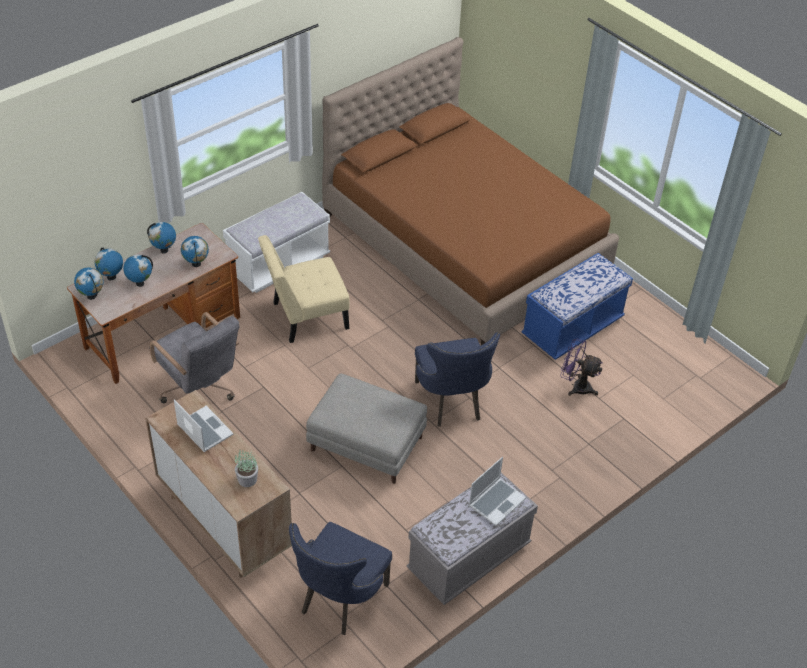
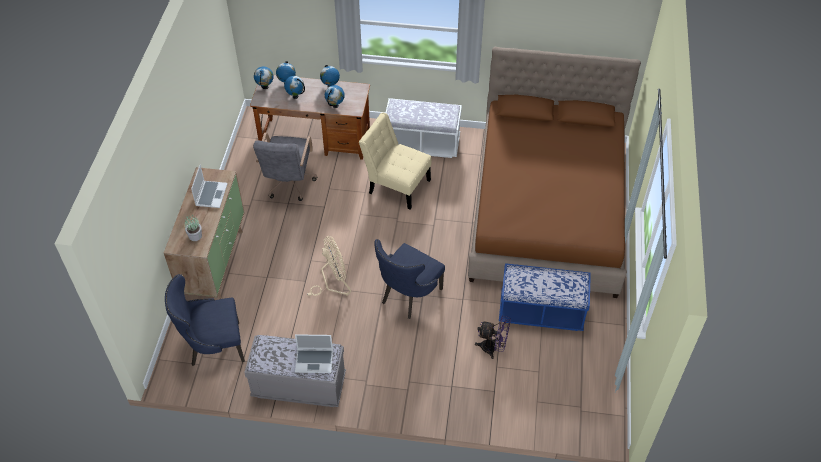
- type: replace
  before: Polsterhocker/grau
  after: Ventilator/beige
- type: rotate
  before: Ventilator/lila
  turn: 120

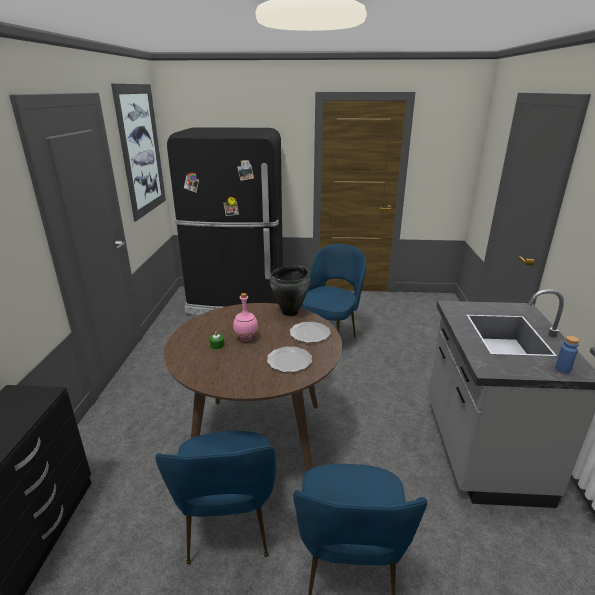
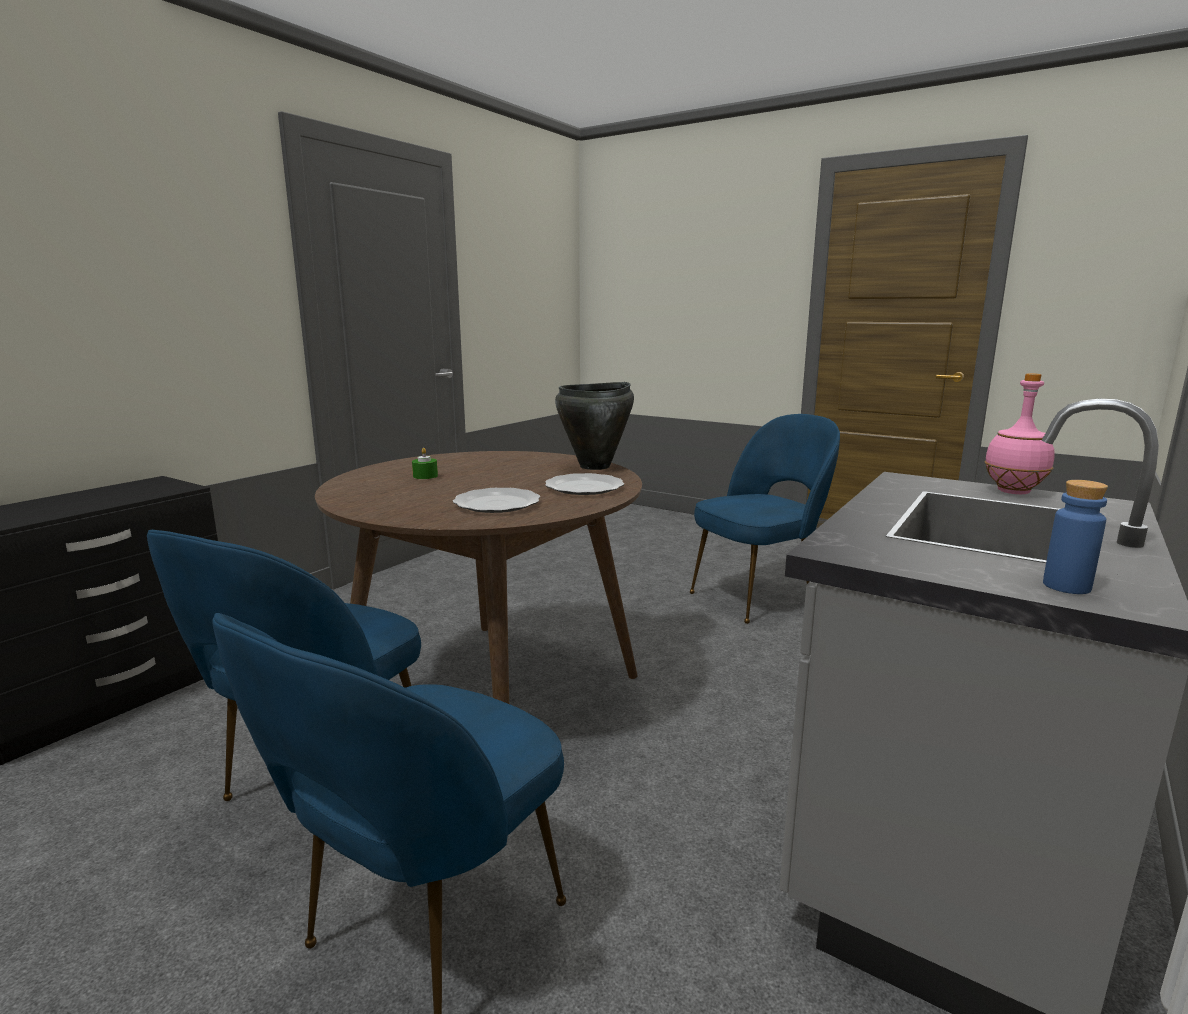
- type: delete
  before: Bild
- type: delete
  before: Kühlschrank/schwarz
- type: move
  before: Flasche/rosa

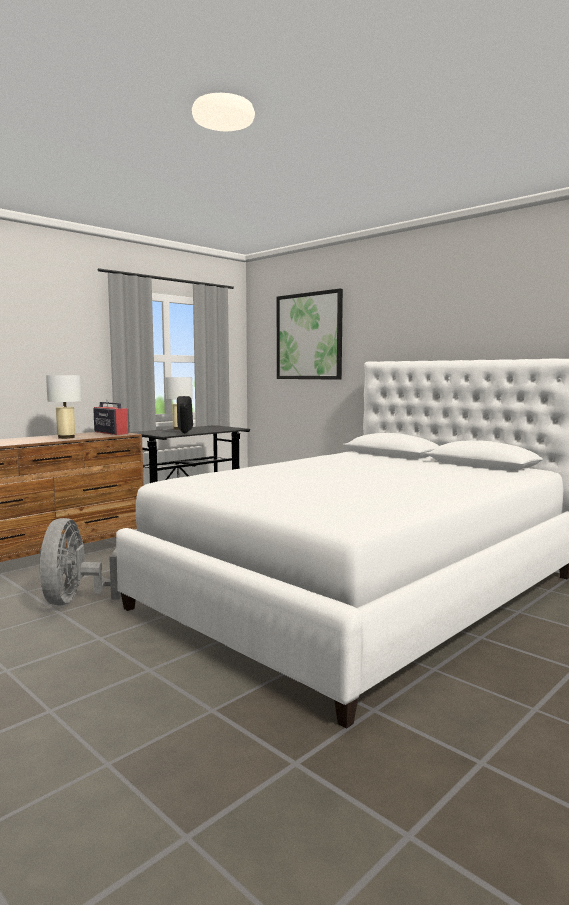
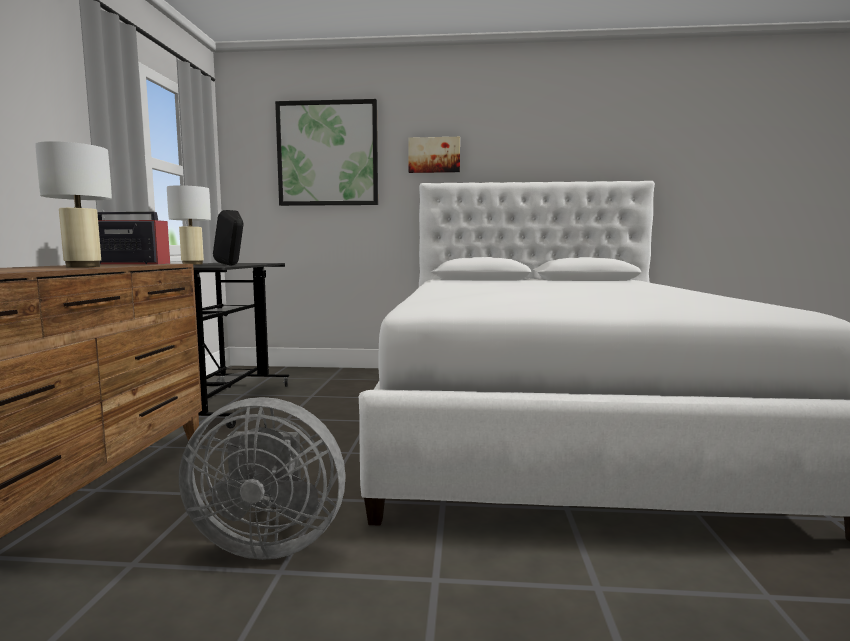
- type: insert
  after: Bild (2nd from left)
- type: rotate
  before: Ventilator/grau
  turn: -45

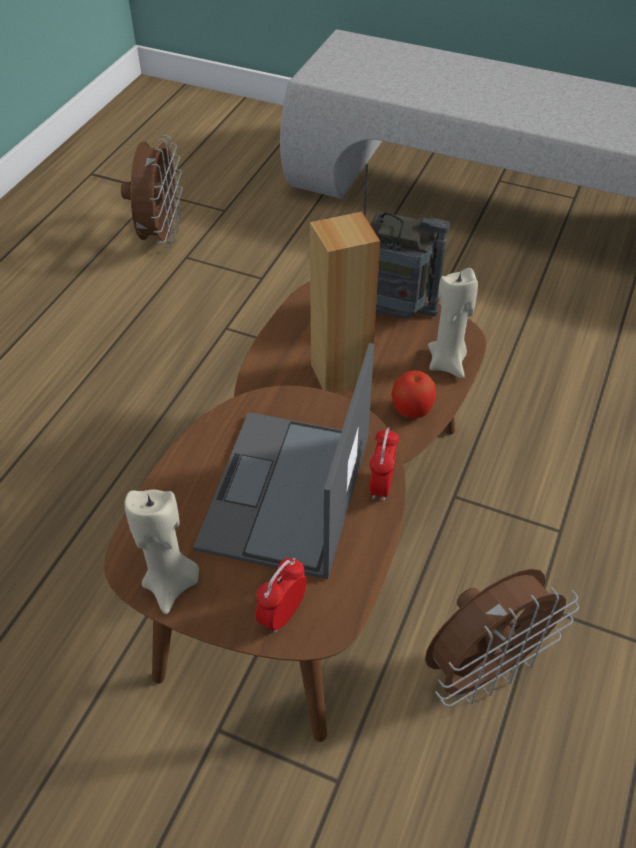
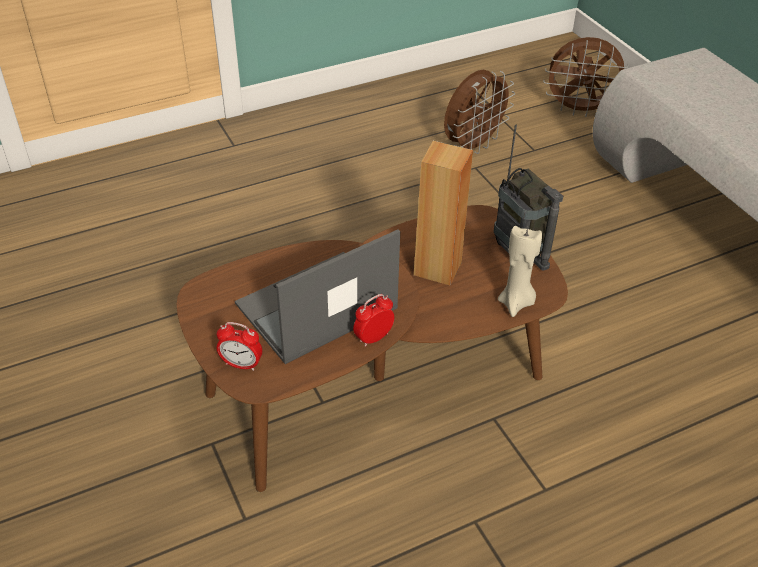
- type: delete
  before: Kerze/beige (1st from left)
- type: delete
  before: Apfel
- type: move
  before: Ventilator/braun (2nd from left)
- type: rotate
  before: Wecker (1st from left)
  turn: -150

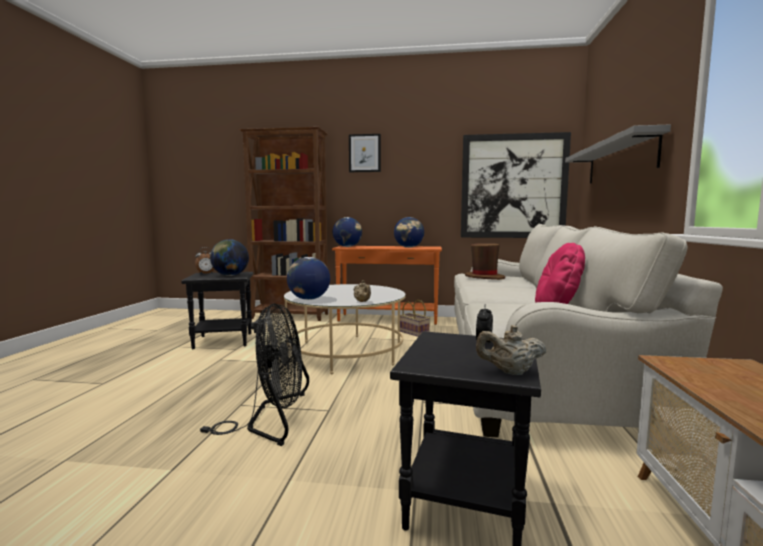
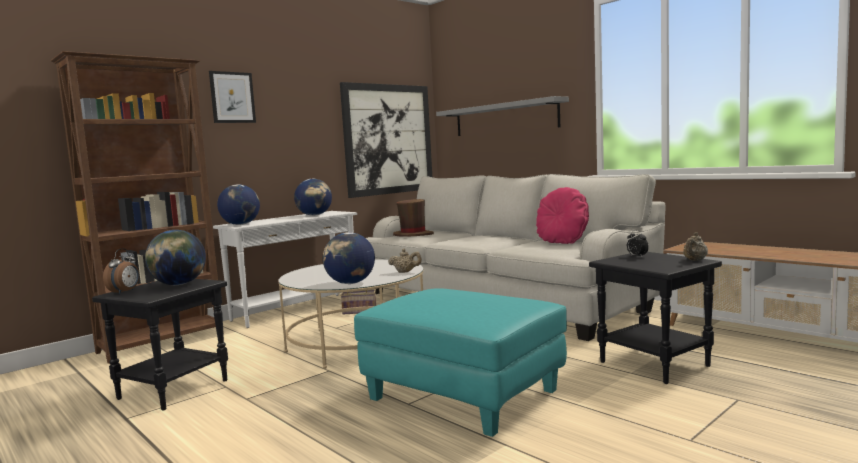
- type: replace
  before: Ventilator/schwarz
  after: Polsterhocker/türkis
- type: recolor
  before: Konsolentisch/orange
  after: Konsolentisch/weiß

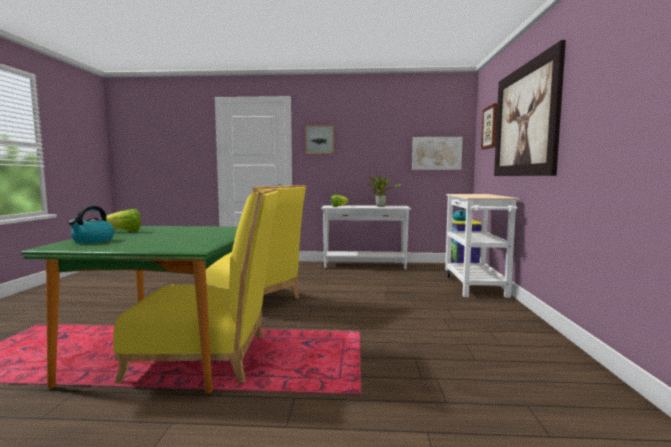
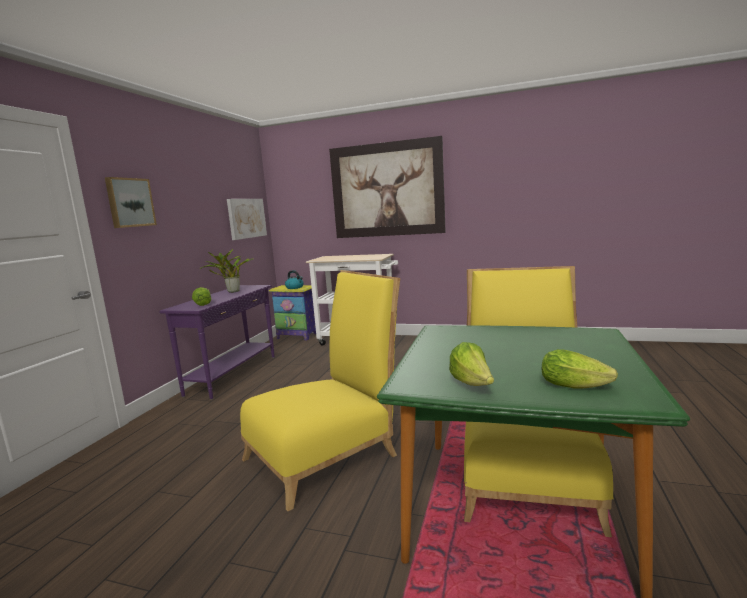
- type: delete
  before: Bild (3rd from left)
- type: replace
  before: Wasserkessel (1st from left)
  after: Salatkopf (3rd from left)
- type: recolor
  before: Konsolentisch/weiß
  after: Konsolentisch/lila

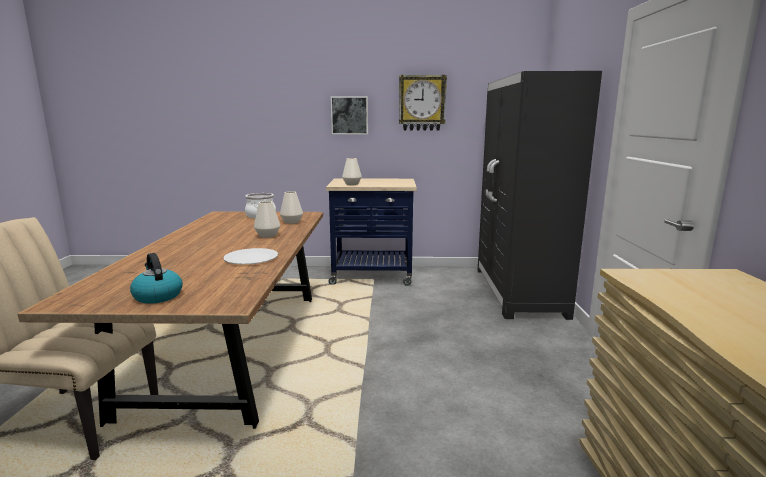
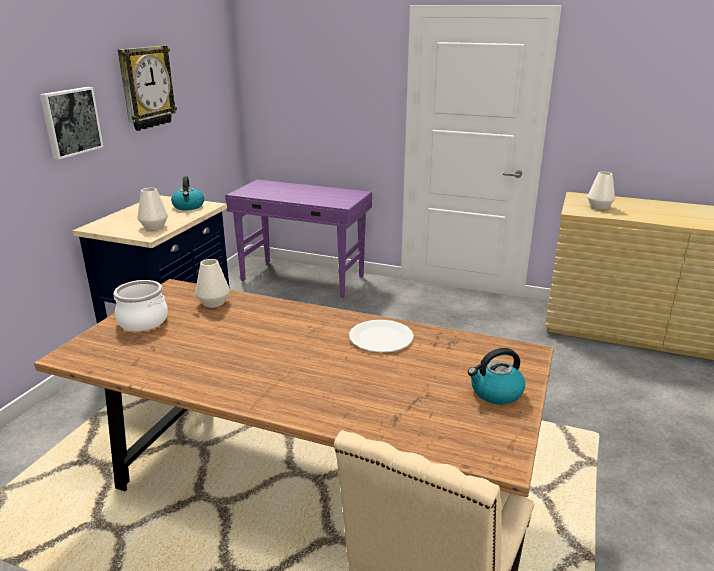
- type: insert
  after: Wasserkessel (1st from left)
- type: move
  before: Vase/weiß (1st from left in the first image)
  after: Vase/weiß (3rd from left)
- type: replace
  before: Schrank/schwarz
  after: Konsolentisch/lila

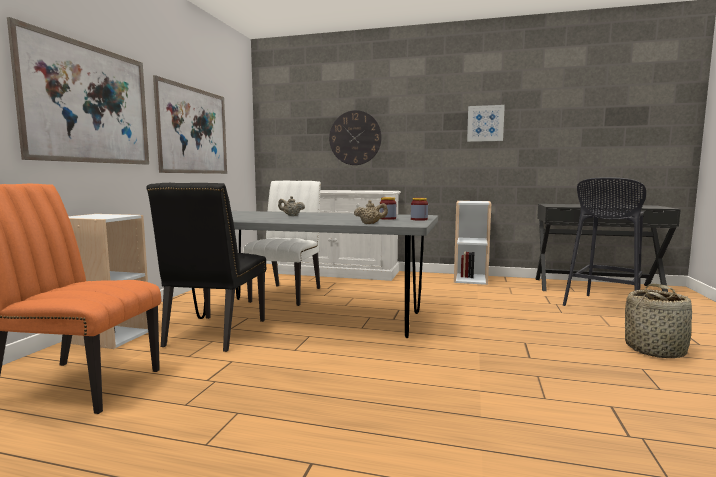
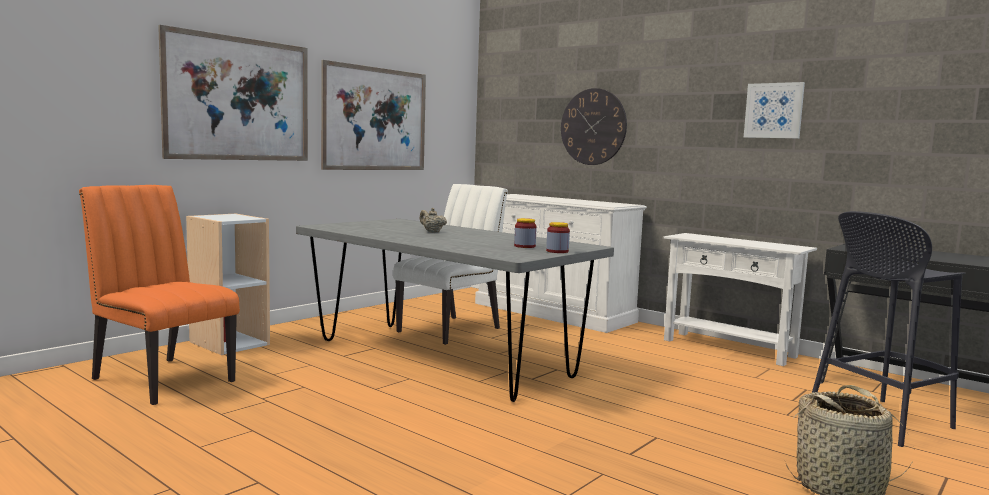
- type: delete
  before: Stuhl/schwarz
- type: delete
  before: Teekanne/beige (2nd from left)
- type: replace
  before: Bücherregal (2nd from left)
  after: Konsolentisch/weiß

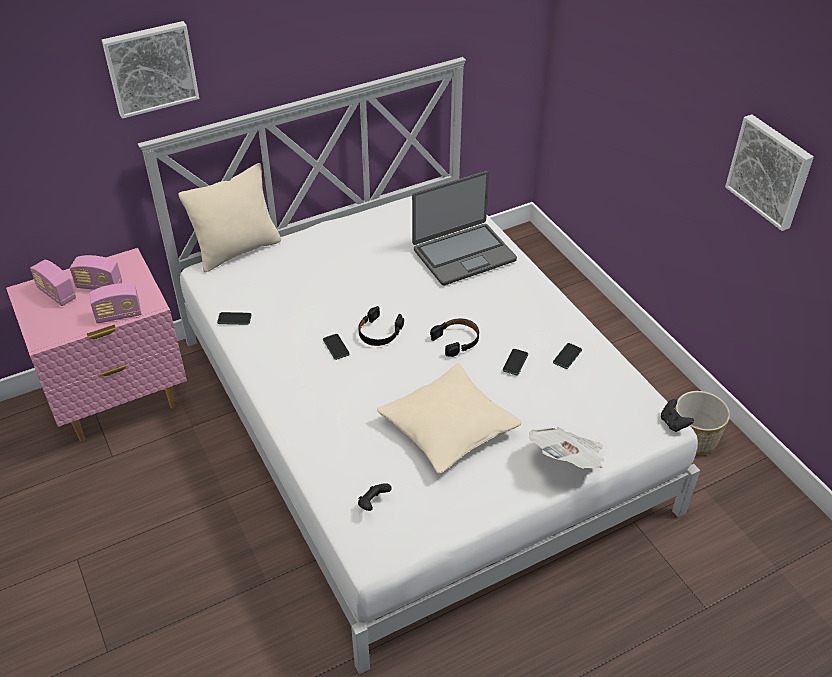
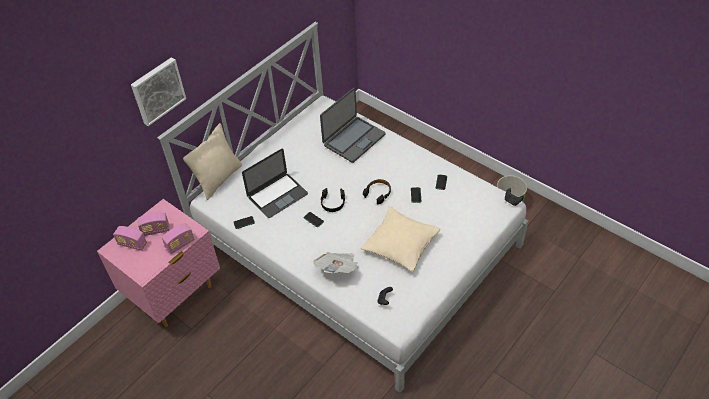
- type: delete
  before: Bild (2nd from left)
- type: insert
  after: Laptop (1st from left)
- type: move
  before: Zeitung

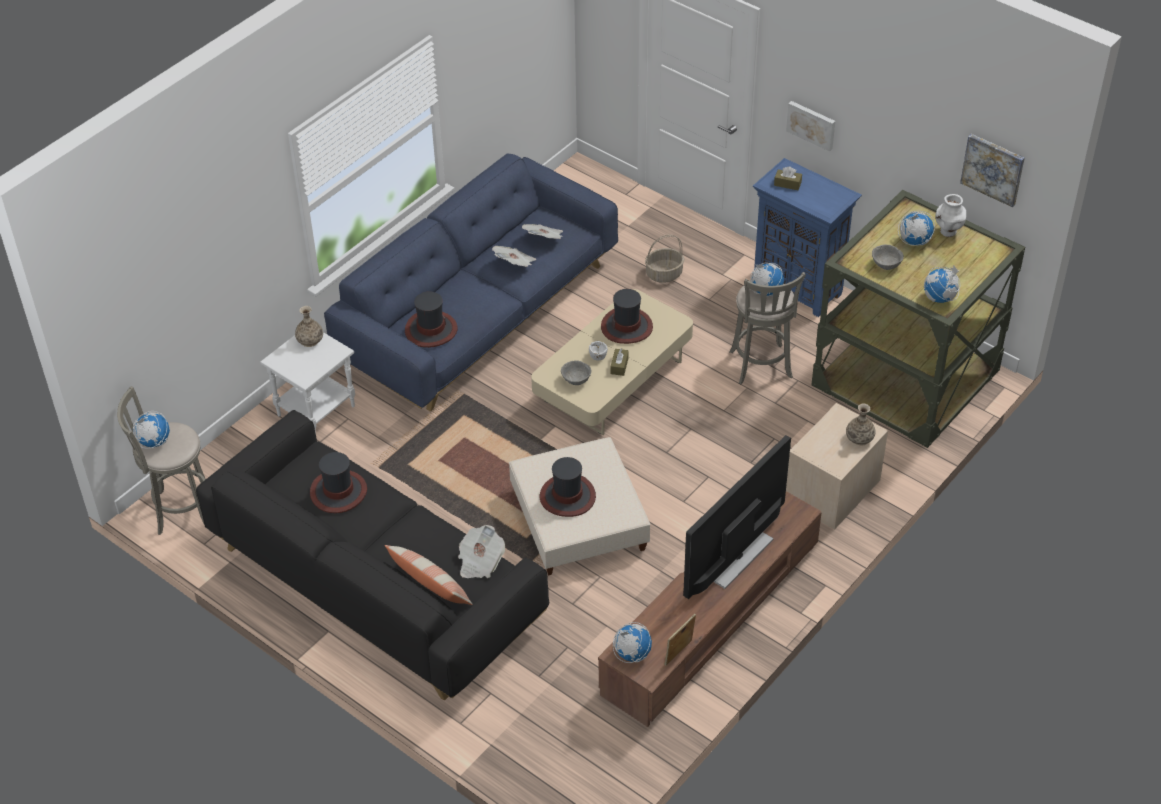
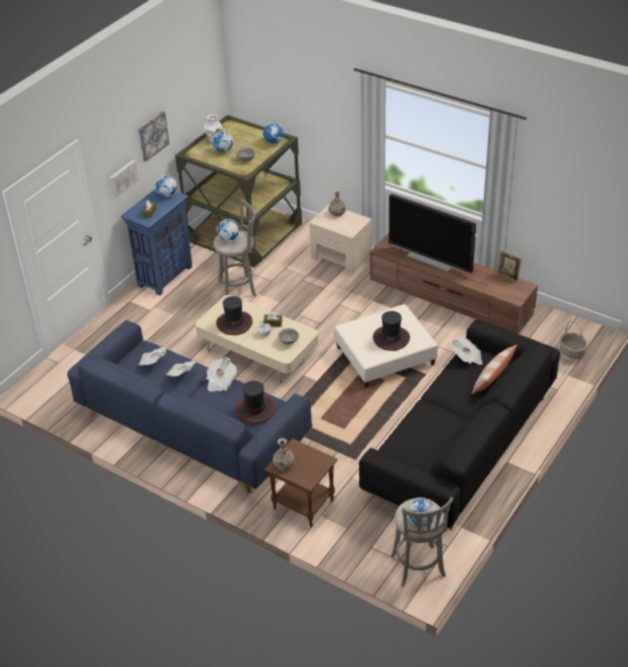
- type: delete
  before: Hut (1st from left)
- type: insert
  after: Zeitung (3rd from left)
- type: move
  before: Globus (2nd from left in the first image)
  after: Globus (1st from left)
- type: move
  before: Korb
- type: move
  before: Bild (2nd from left)
- type: recolor
  before: Beistelltisch/weiß
  after: Beistelltisch/braun

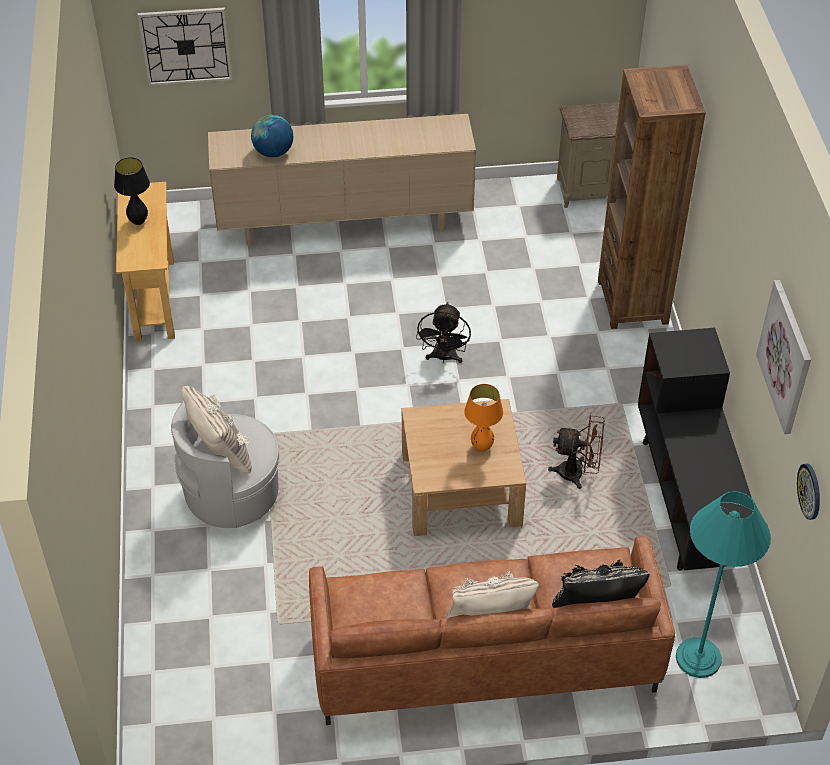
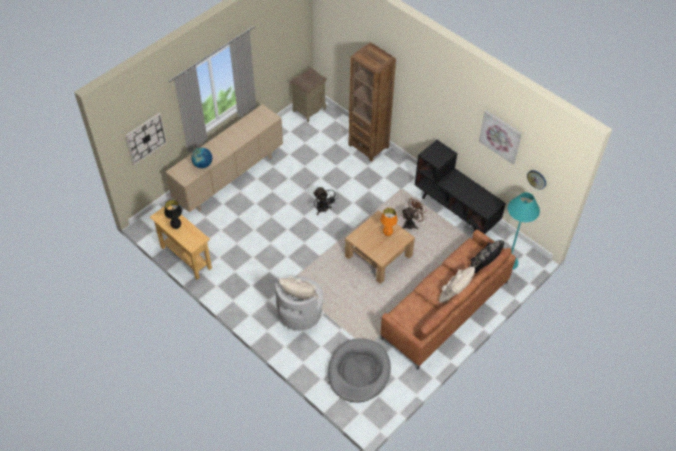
- type: insert
  after: Hundebett/grau

